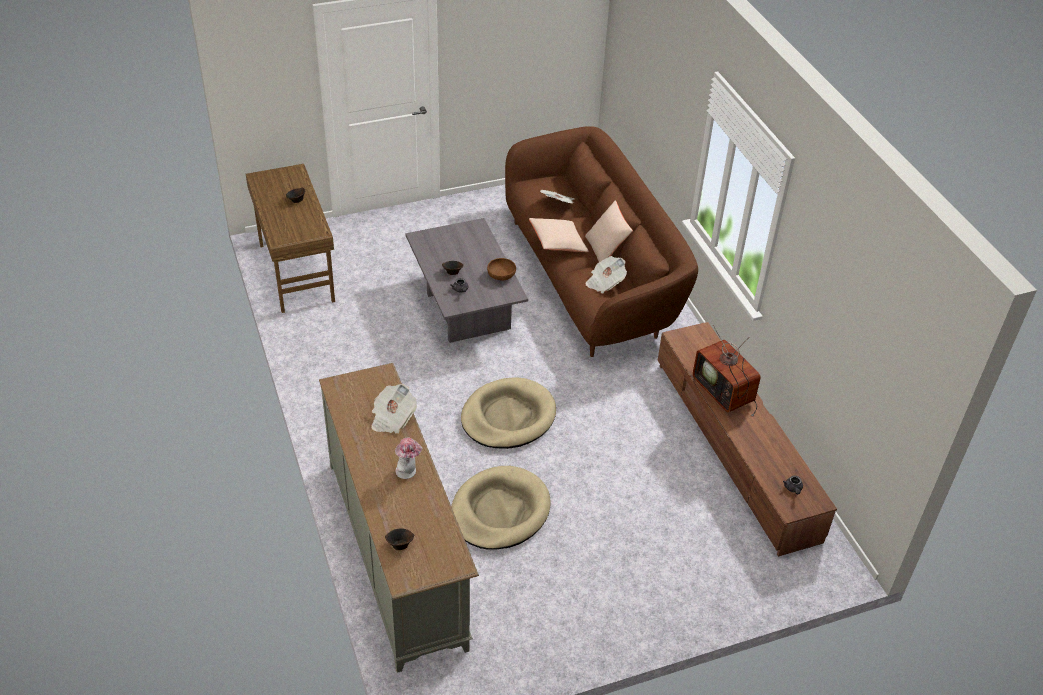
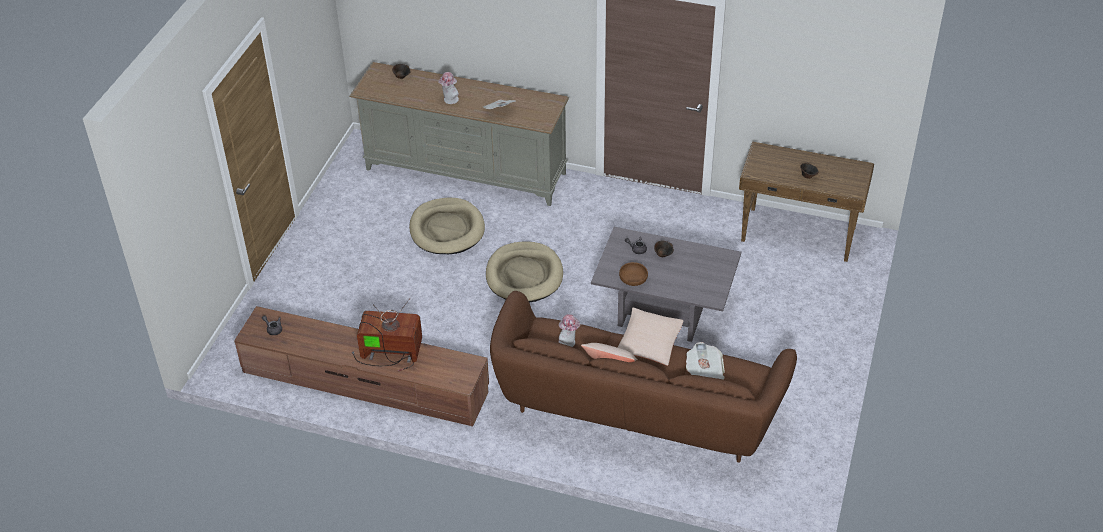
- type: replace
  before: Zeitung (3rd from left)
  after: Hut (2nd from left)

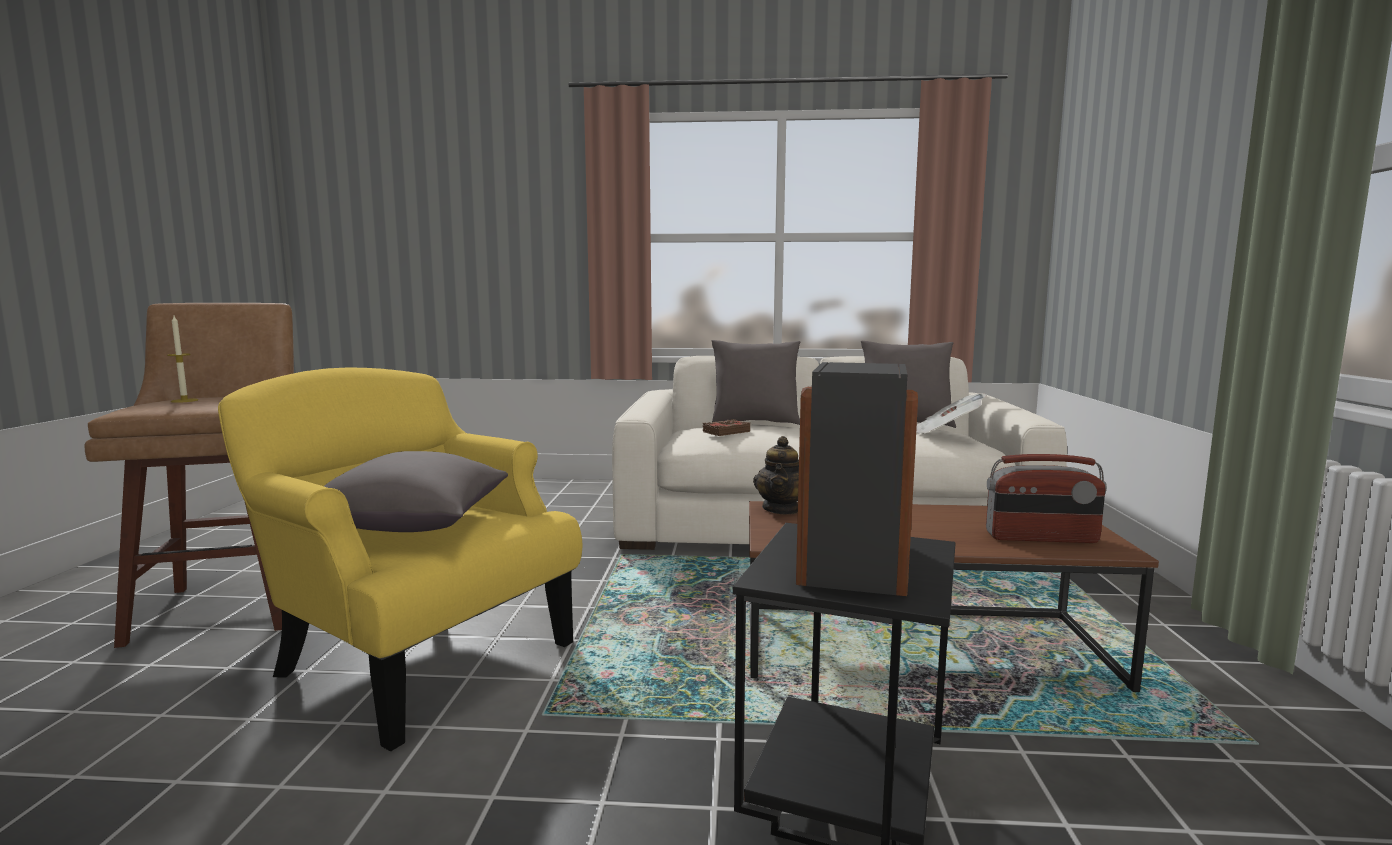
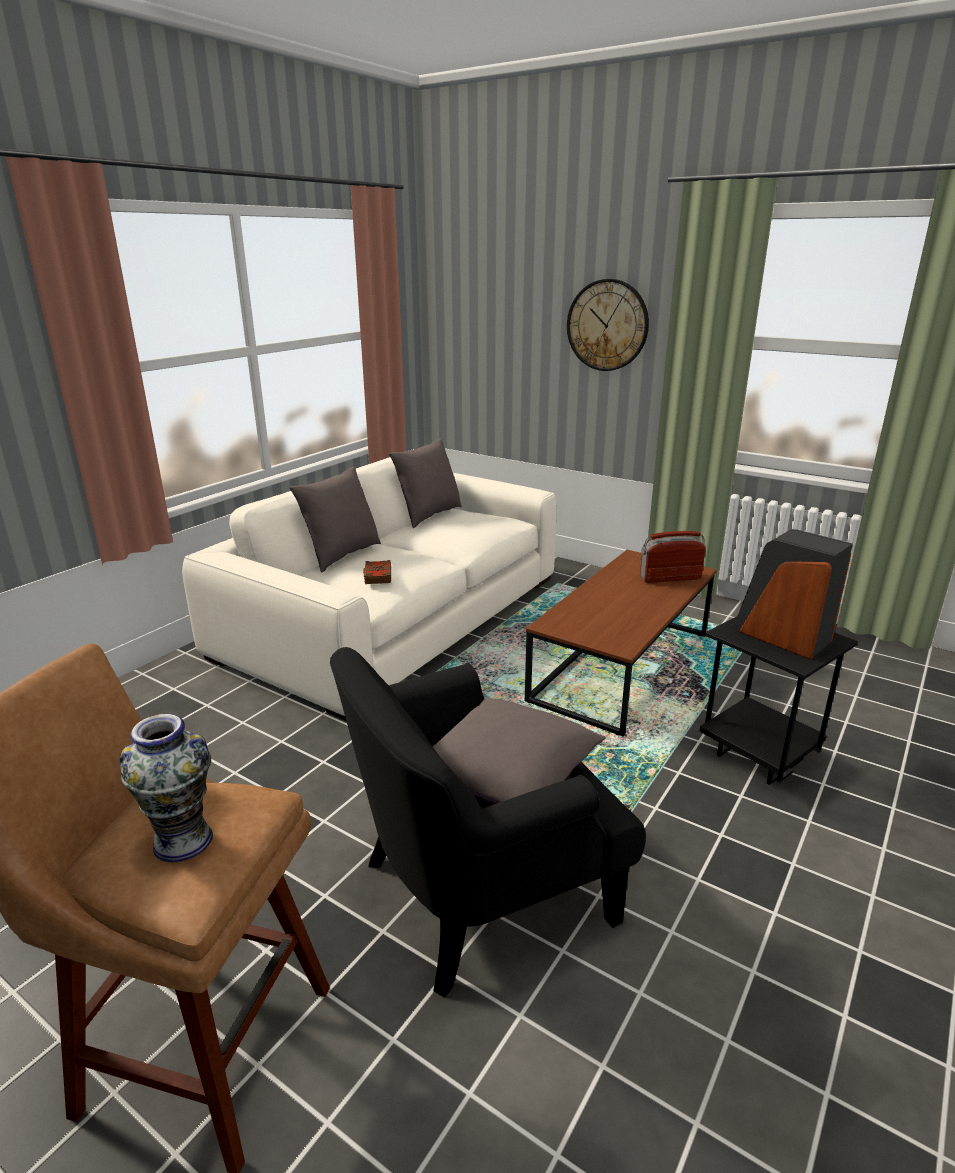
- type: delete
  before: Teekanne
- type: delete
  before: Zeitung
- type: insert
  after: Wanduhr
- type: replace
  before: Kerze
  after: Vase
- type: recolor
  before: Sessel/gelb
  after: Sessel/schwarz
- type: rotate
  before: Radio
  turn: -135

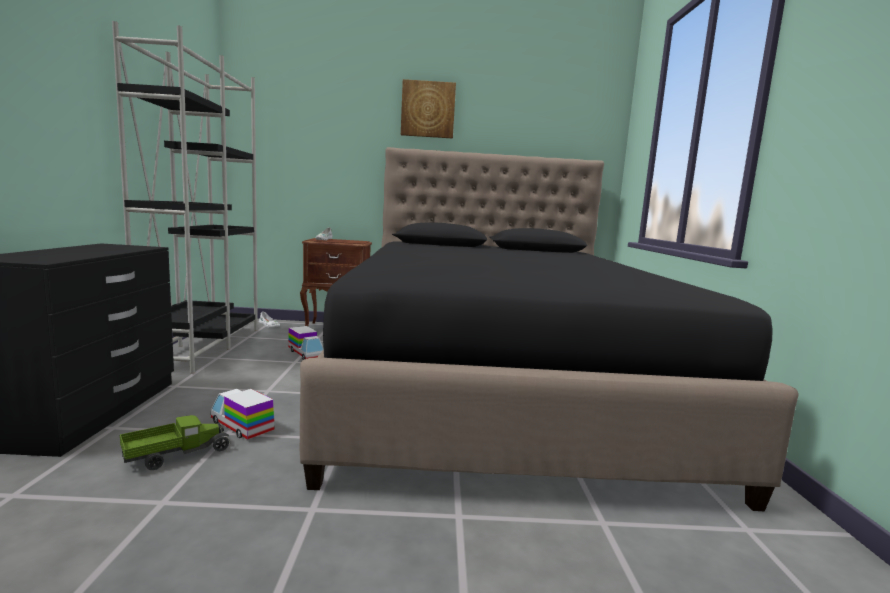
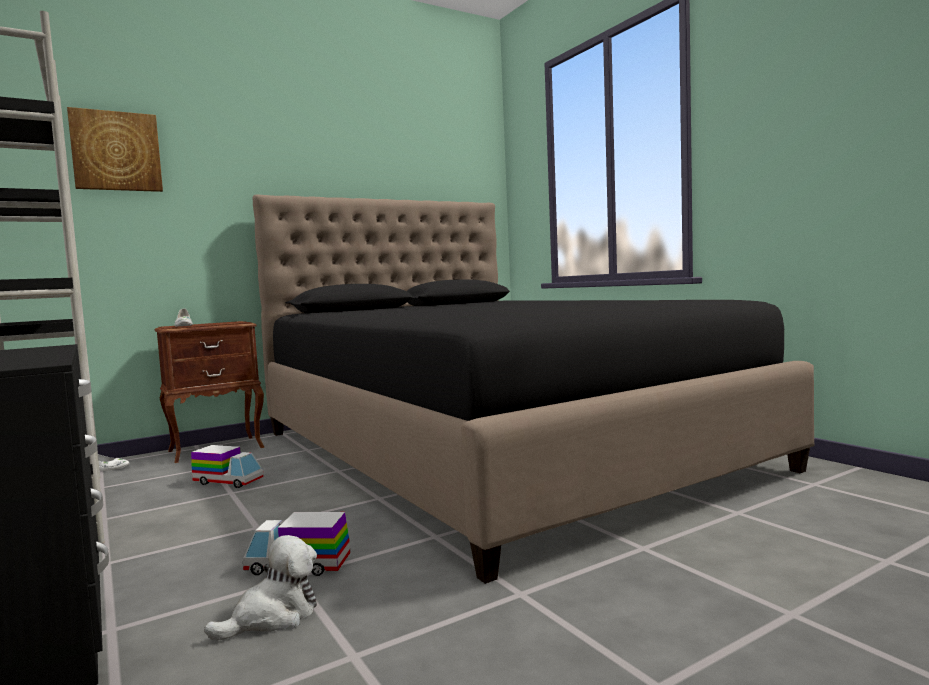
- type: move
  before: Bild
- type: replace
  before: Spielzeuglaster (1st from left)
  after: Plüschtier

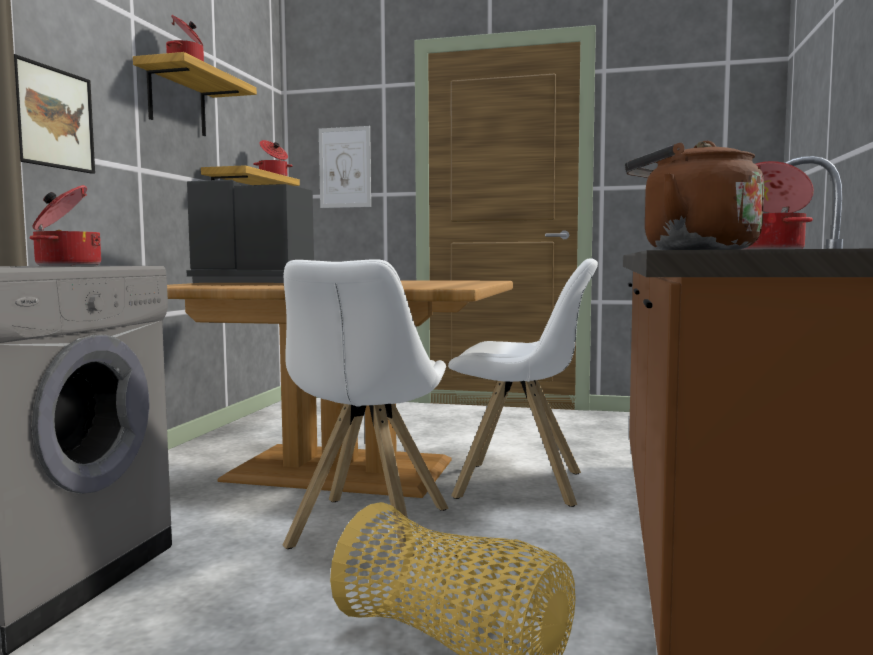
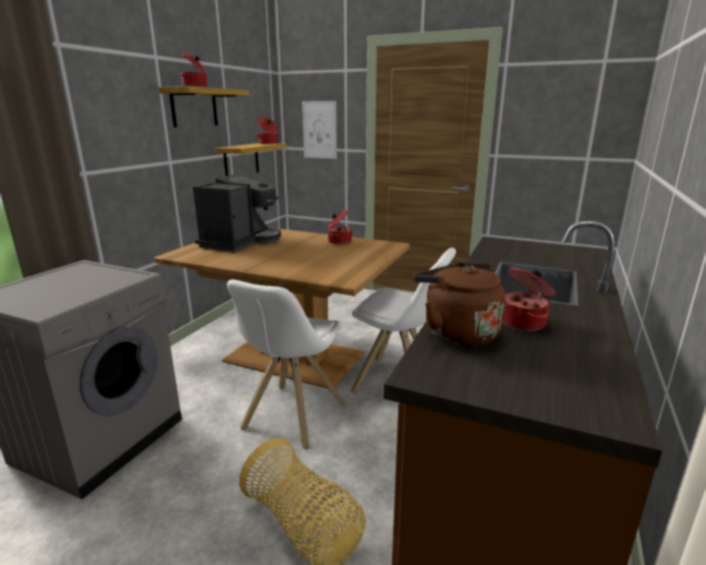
- type: delete
  before: Bild (1st from left)
- type: move
  before: Kochtopf (1st from left in the first image)
  after: Kochtopf (3rd from left)
- type: rotate
  before: Kaffeemaschine
  turn: 90

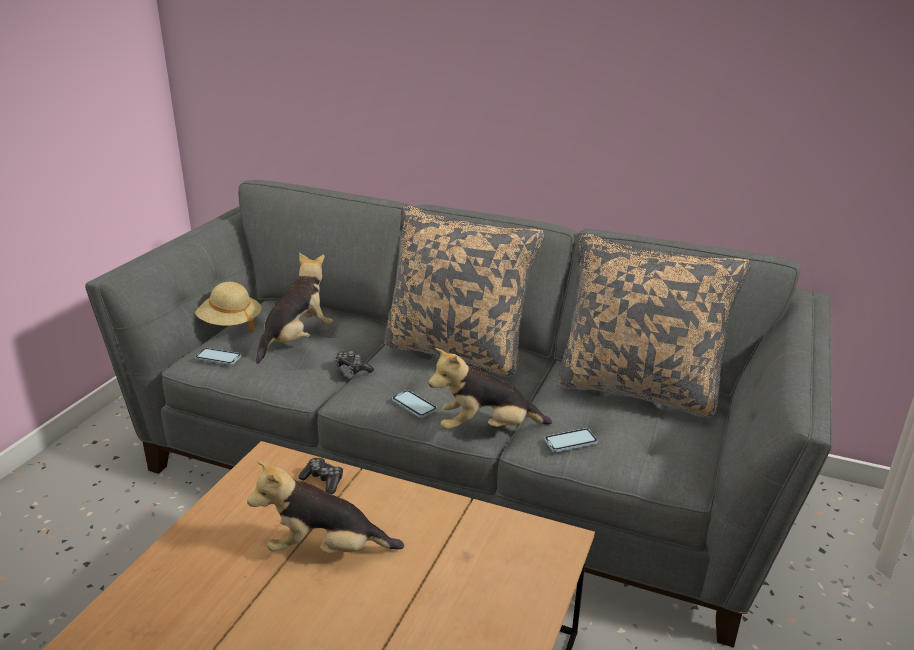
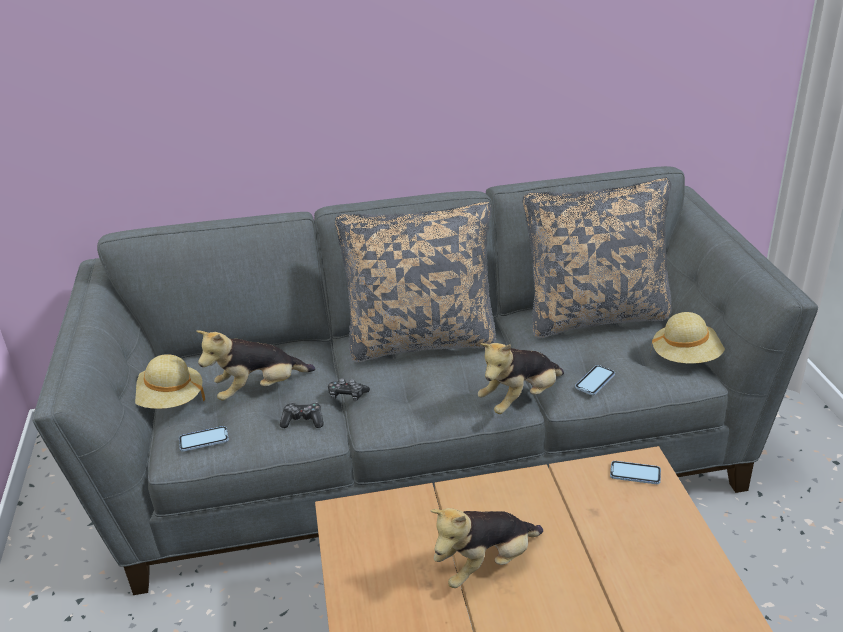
- type: insert
  after: Hut/beige (2nd from left)
- type: move
  before: Gamepad (1st from left)
- type: move
  before: Handy (2nd from left in the first image)
  after: Handy (3rd from left)
- type: rotate
  before: Plüschtier (1st from left)
  turn: -120

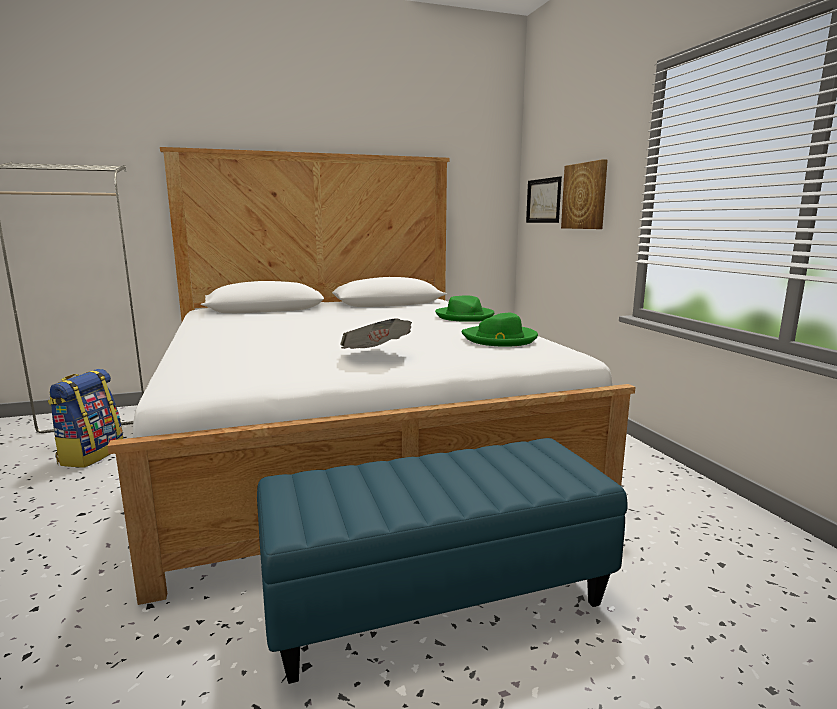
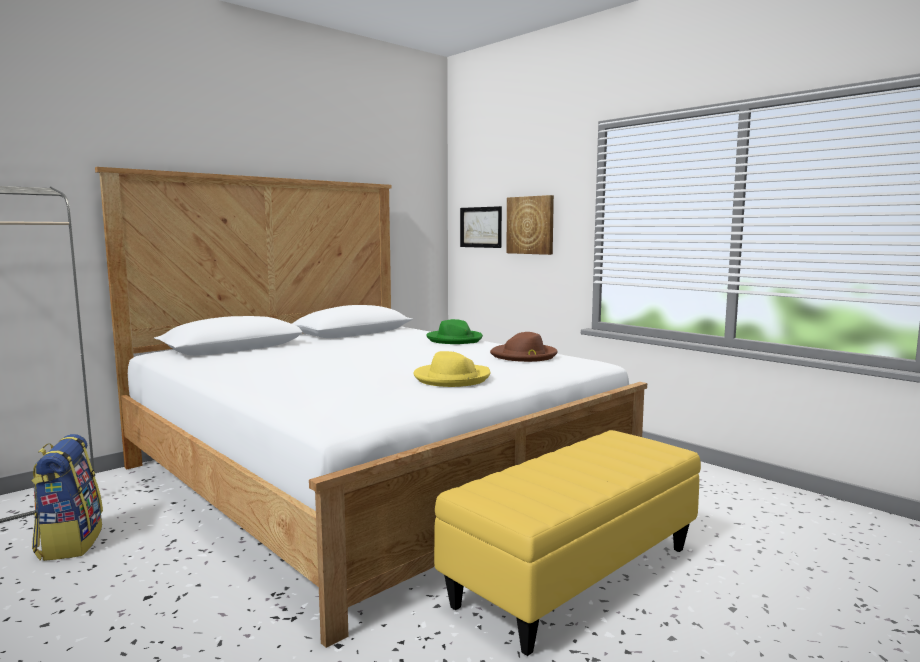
- type: replace
  before: Zeitung
  after: Hut/gelb
- type: recolor
  before: Polsterhocker/blau
  after: Polsterhocker/gelb
- type: recolor
  before: Hut/grün (2nd from left)
  after: Hut/braun

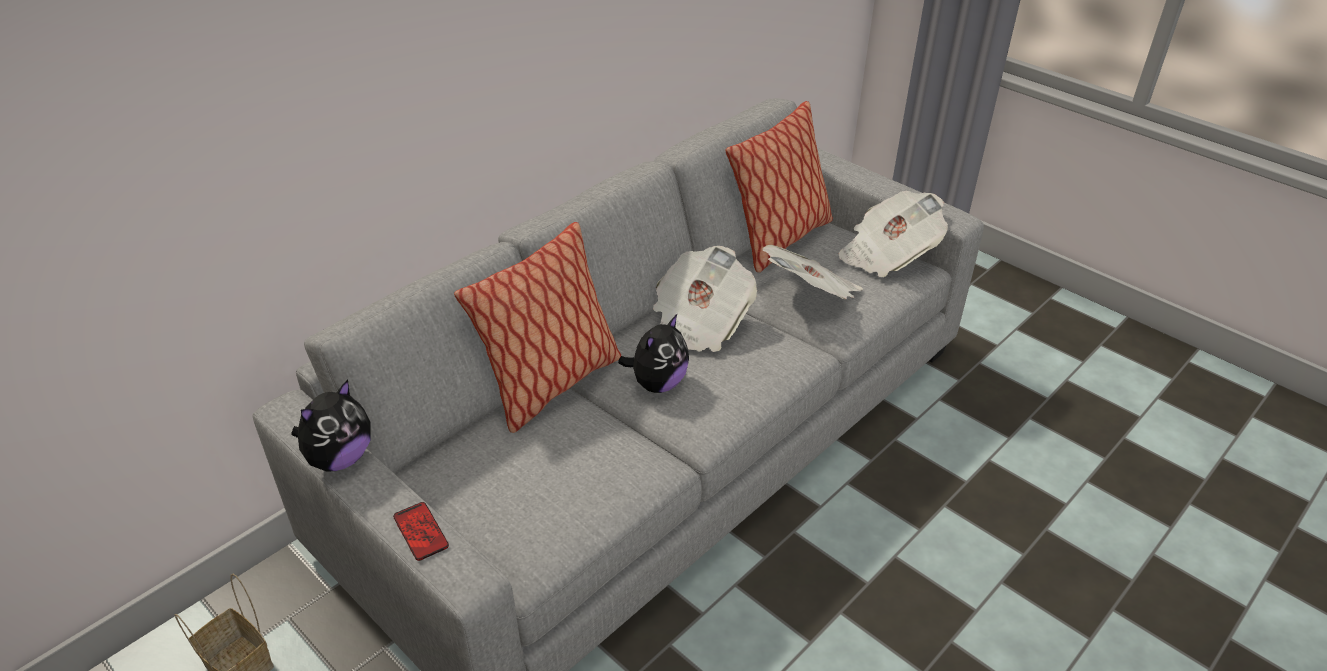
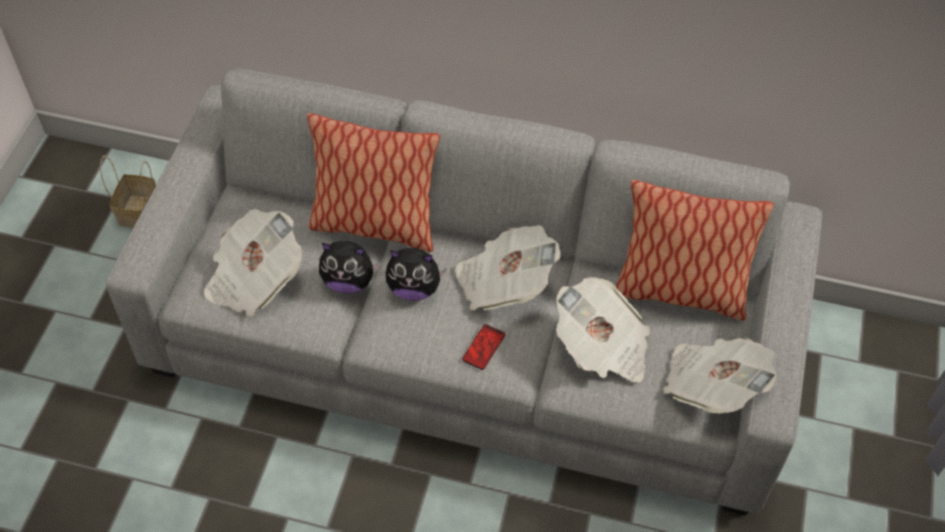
- type: insert
  after: Zeitung (1st from left)
- type: move
  before: Plüschtier (1st from left)
- type: move
  before: Handy

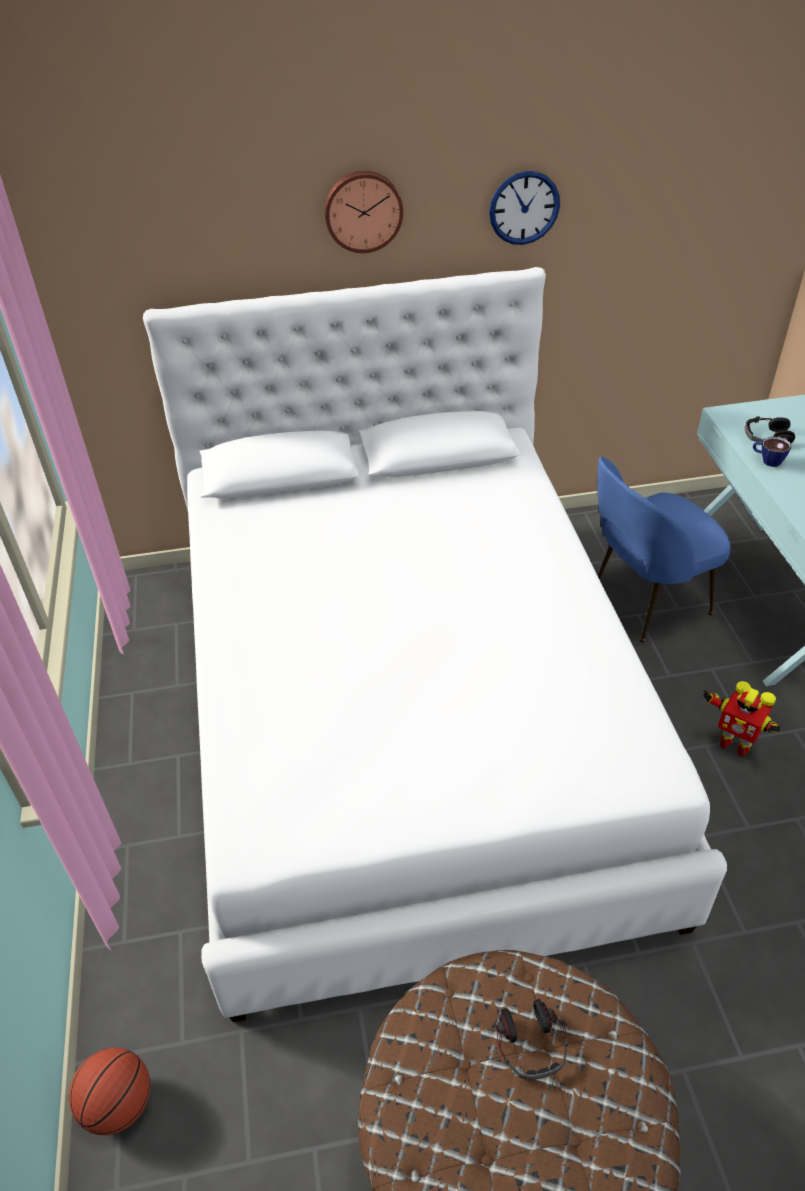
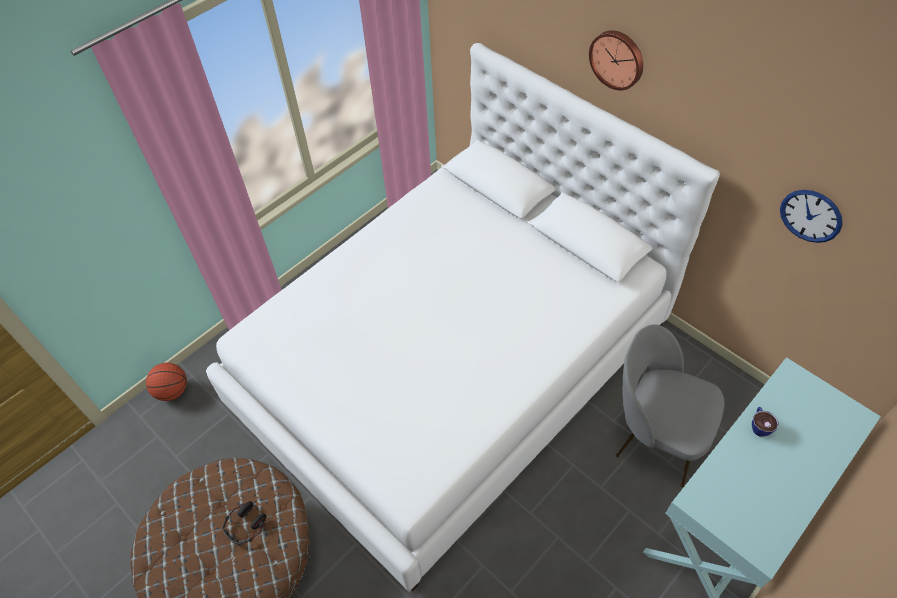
- type: delete
  before: Spielzeugroboter
- type: delete
  before: Kopfhörer (2nd from left)
- type: move
  before: Wanduhr (2nd from left)
- type: recolor
  before: Stuhl/blau
  after: Stuhl/grau

